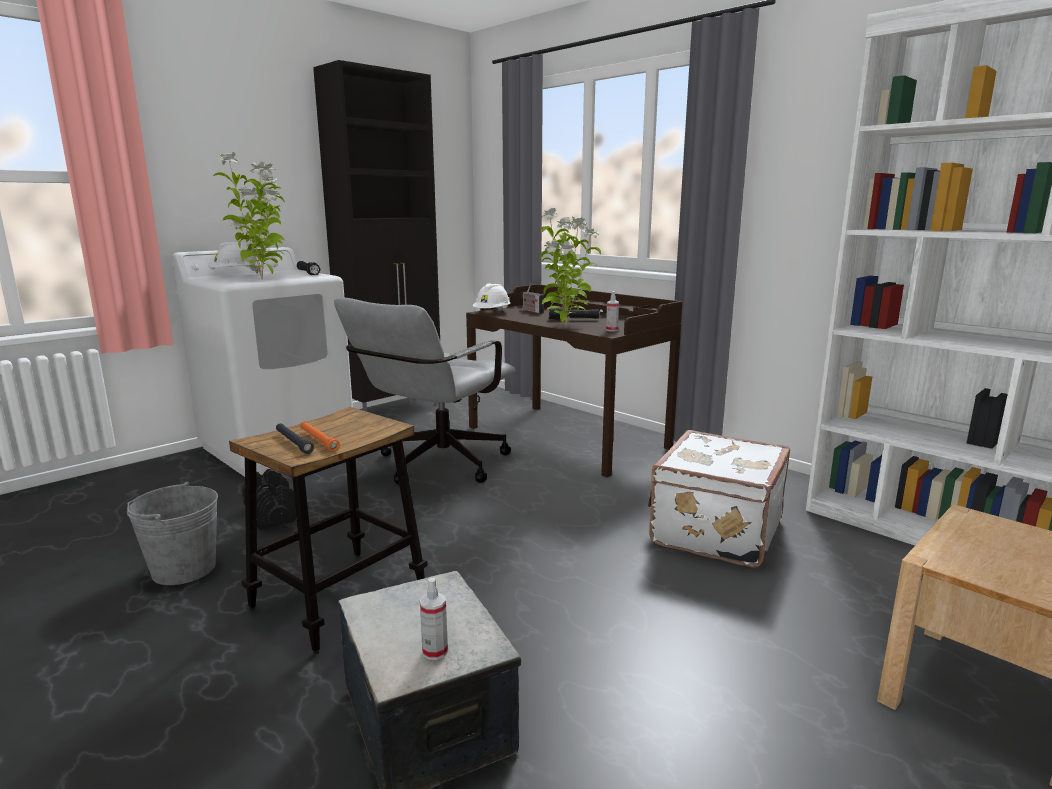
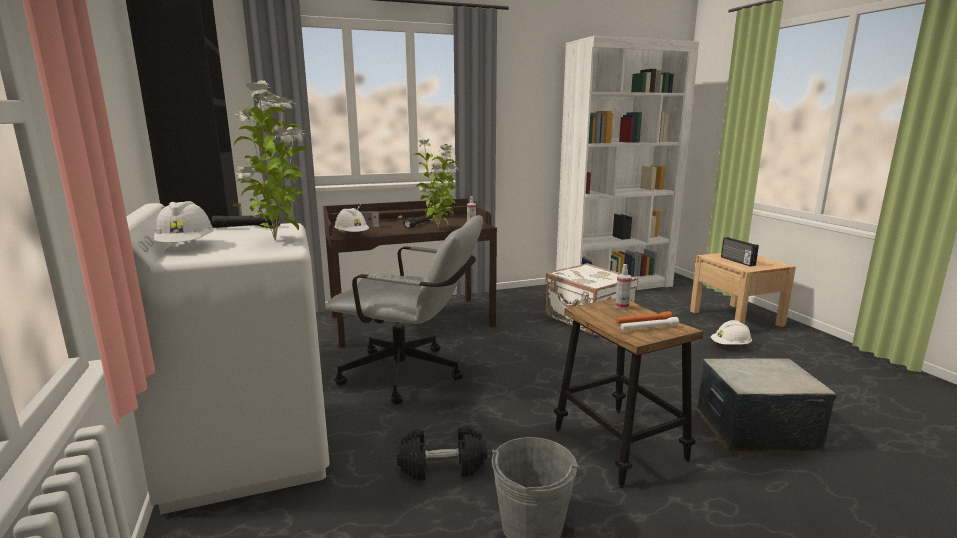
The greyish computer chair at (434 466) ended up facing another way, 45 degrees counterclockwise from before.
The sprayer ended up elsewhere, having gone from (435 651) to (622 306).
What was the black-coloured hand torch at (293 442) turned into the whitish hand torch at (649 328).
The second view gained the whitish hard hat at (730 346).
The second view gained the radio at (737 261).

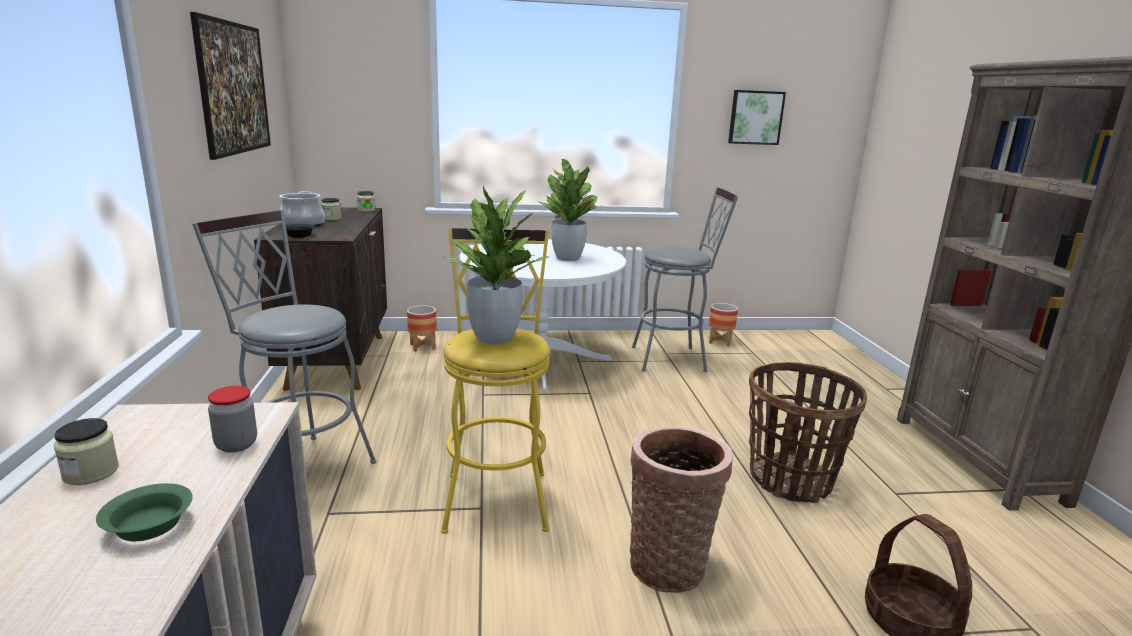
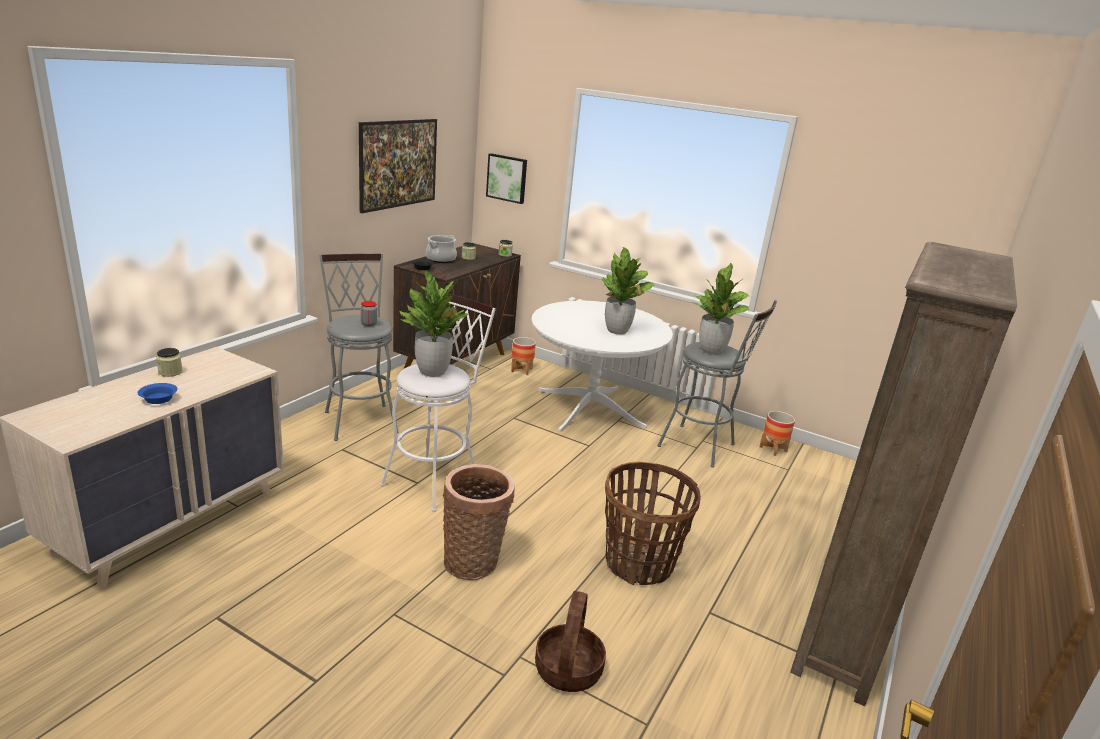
What was the green-coloured deep dish at (149 527) turned into the blue-coloured deep dish at (158 400).
The jar ended up elsewhere, having gone from (236 445) to (368 324).
What was the yellowish sitting stool at (497 494) turned into the whitish sitting stool at (436 479).
The picture ended up elsewhere, having gone from (755 117) to (507 178).
The second view gained the houseplant at (711 351).

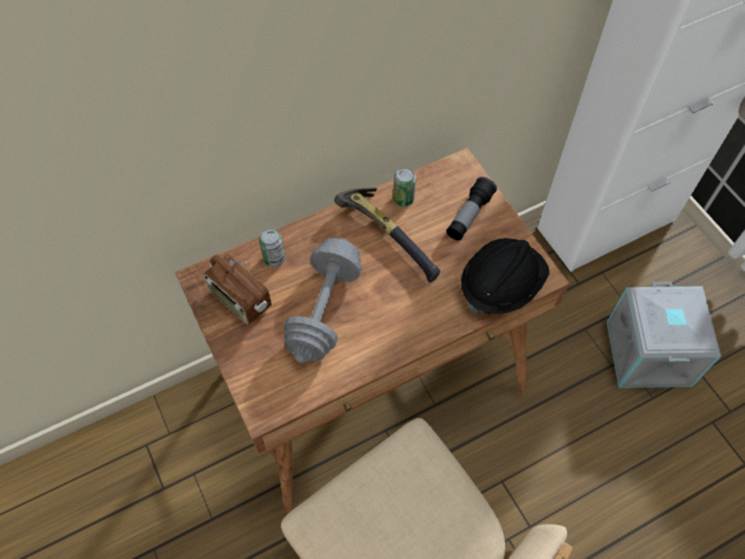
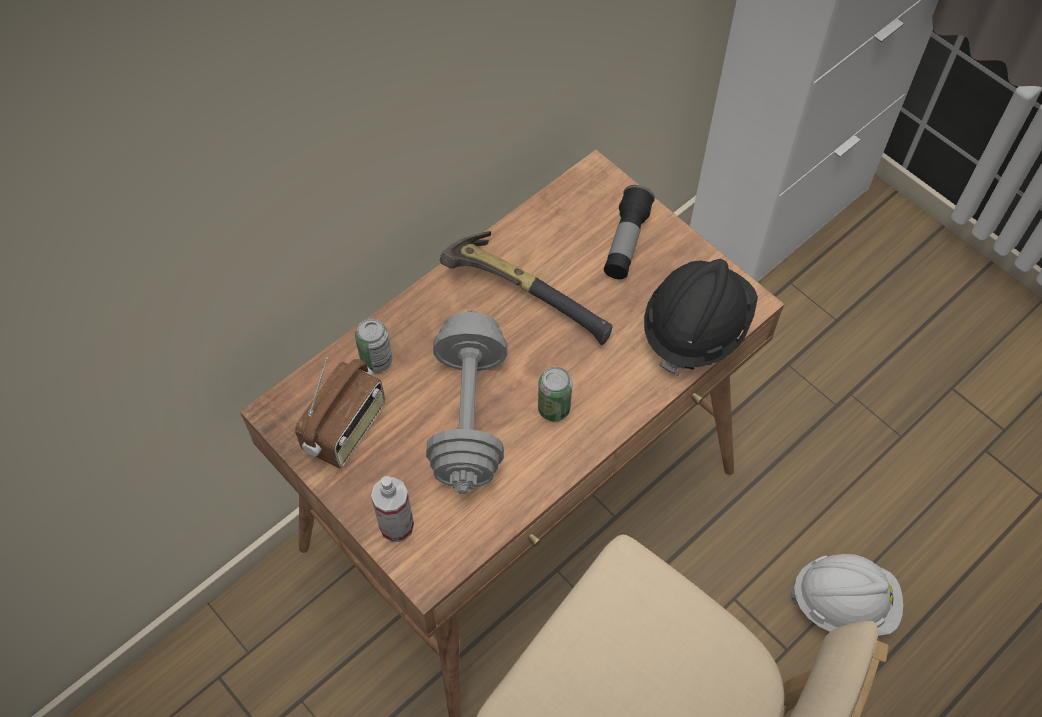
The radio at (240 300) ended up facing another way, 90 degrees counterclockwise from before.
The second view gained the sprayer at (396 526).
The can ended up elsewhere, having gone from (403 199) to (554 408).
The second view gained the whitish hard hat at (843 603).
The second view lost the greyish storage bin at (650 354).

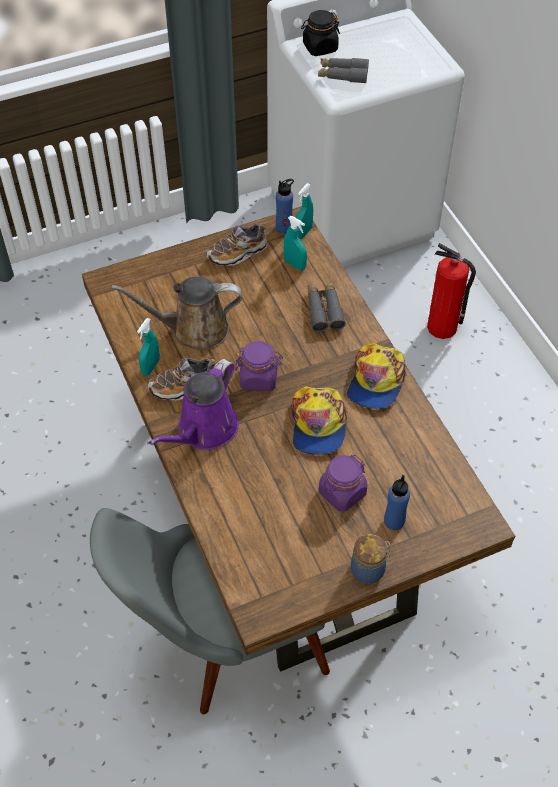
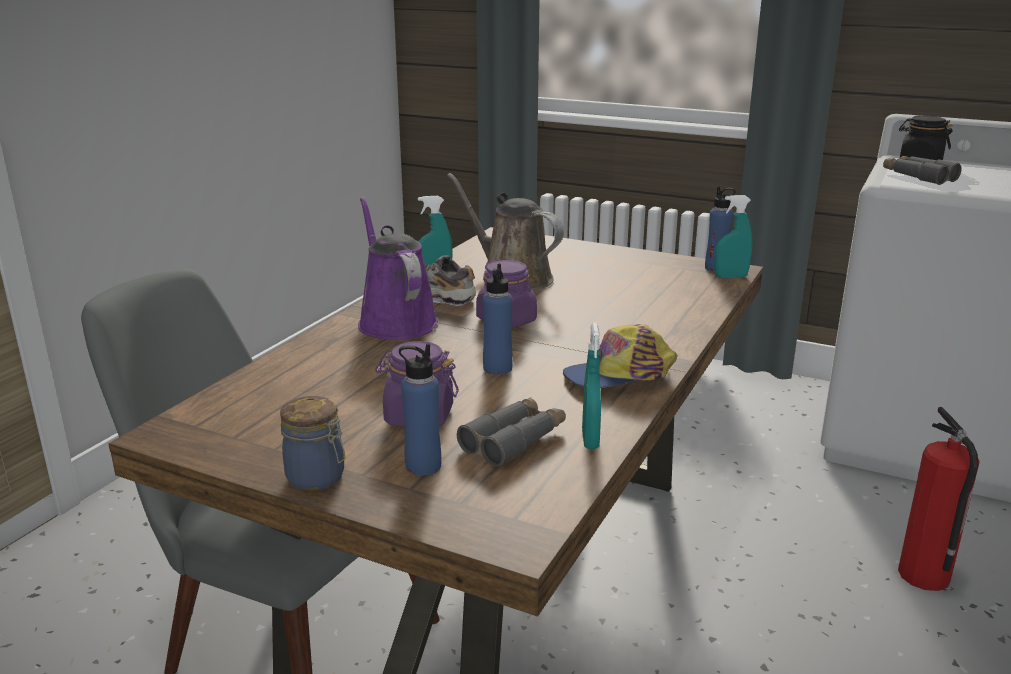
The purple sprinkling can at (204 430) ended up facing another way, 75 degrees clockwise from before.
The greyish binoculars ended up elsewhere, having gone from (324 310) to (514 440).
Where the peaked cap stood at (318 424), the blue-coloured beverage bottle came to stand at (497 368).
The turquoise-coloured sprayer ended up elsewhere, having gone from (295 264) to (590 439).
The second view lost the item of footwear at (237 253).

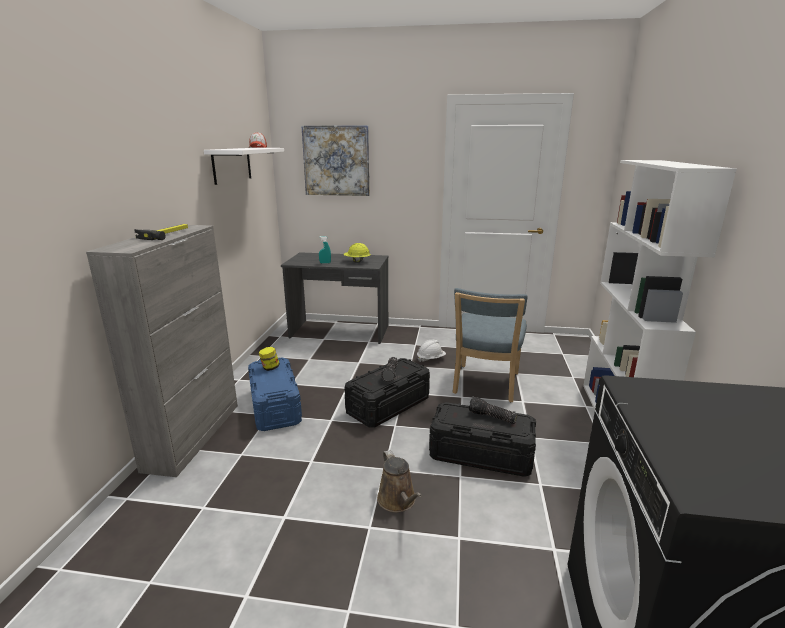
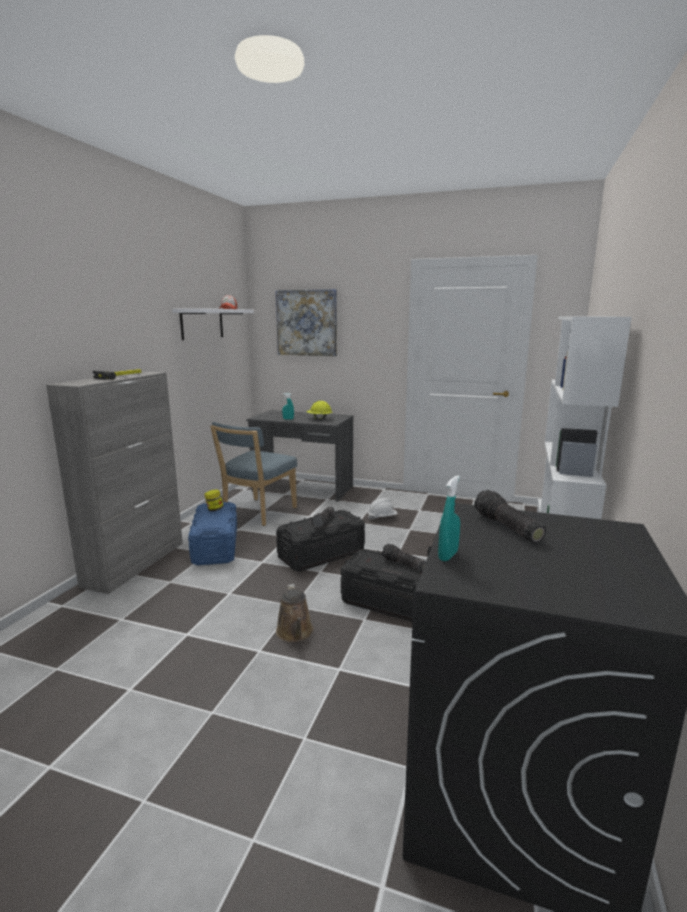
The blue-coloured plain chair ended up elsewhere, having gone from (485 385) to (257 513).
The second view gained the turquoise-coloured sprayer at (448 555).
The second view gained the hand torch at (506 527).

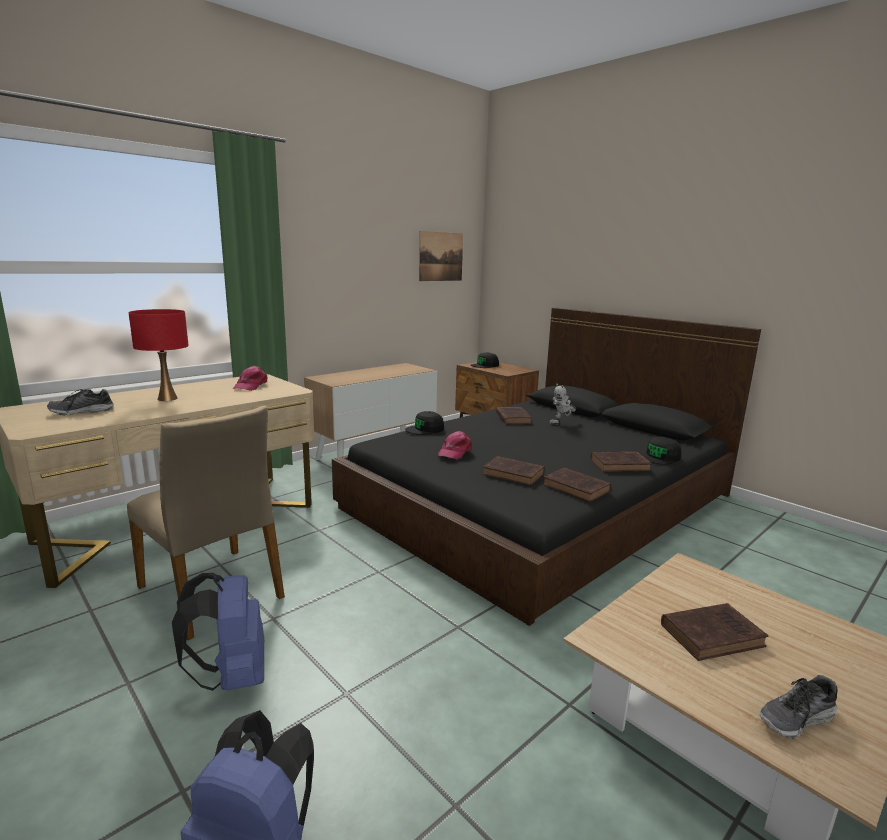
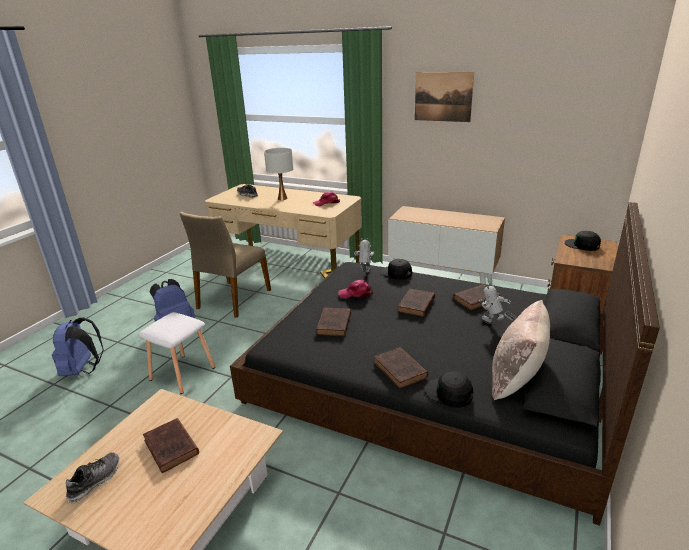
The item of footwear at (796 719) ended up facing another way, 75 degrees clockwise from before.
The second view gained the whitish sitting stool at (182 374).
What was the red tabletop lamp at (167 398) turned into the whitish tabletop lamp at (282 198).
The second view gained the robot figure at (365 274).
The brown-coloured book ended up elsewhere, having gone from (577 488) to (416 305).
The picture ended up elsewhere, having gone from (441 256) to (443 97).
The second view gained the sand-coloured throw pillow at (516 380).

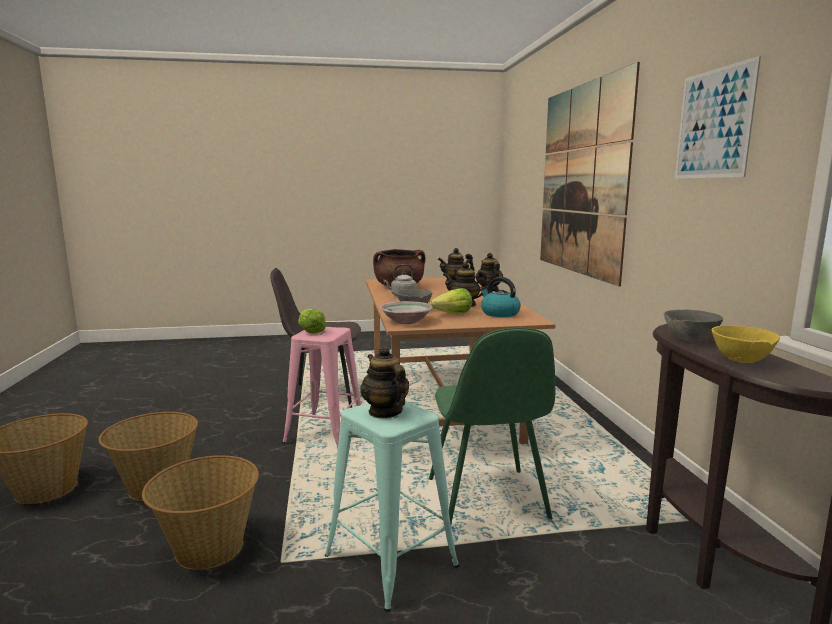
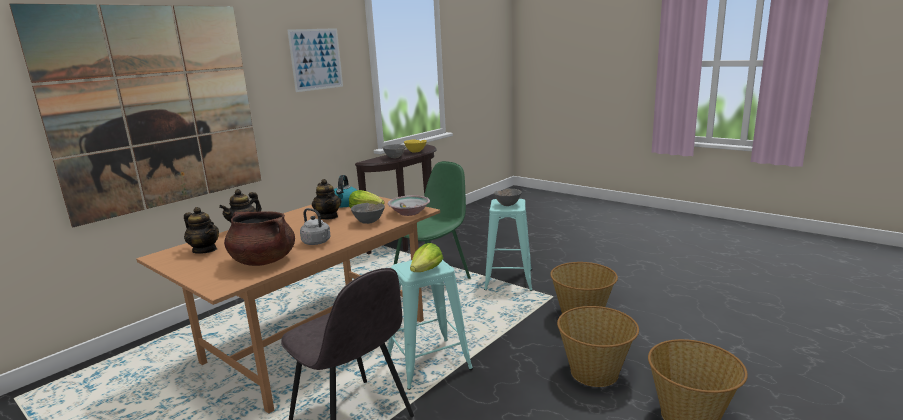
What was the pink-coloured sitting stool at (325 432) turned into the turquoise-coloured sitting stool at (428 364).
Where the pot for tea stood at (385 412), the greyish deep dish came to stand at (508 205).

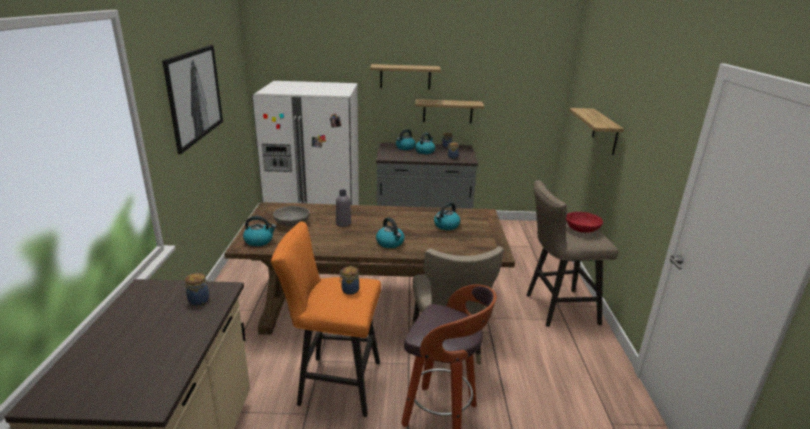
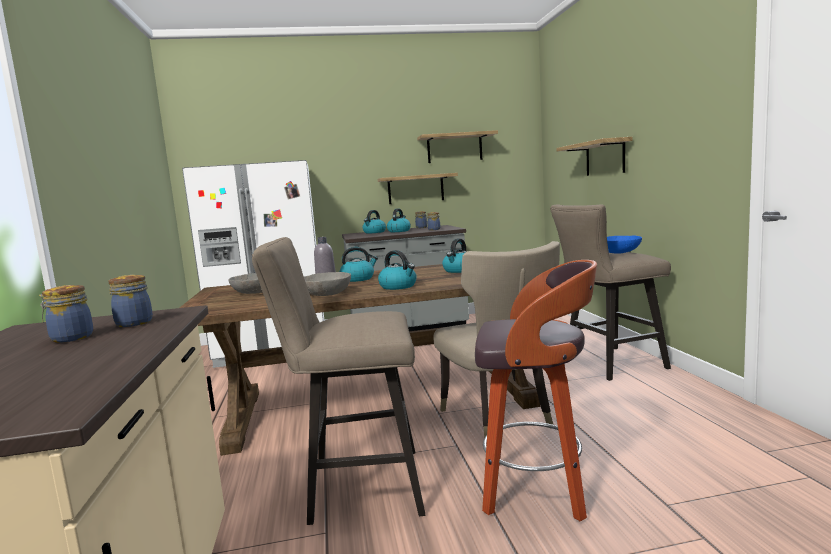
The jar ended up elsewhere, having gone from (349 290) to (70 338).
What was the orange sitting stool at (333 383) turned into the sand-coloured sitting stool at (356 487).
The second view gained the greyish deep dish at (327 294).
The water kettle ended up elsewhere, having gone from (259 241) to (358 279).
The bracket shelf ended up elsewhere, having gone from (405 77) to (454 148).
What was the red deep dish at (582 230) turned into the blue-coloured deep dish at (619 252).
The second view lost the picture at (194 95).

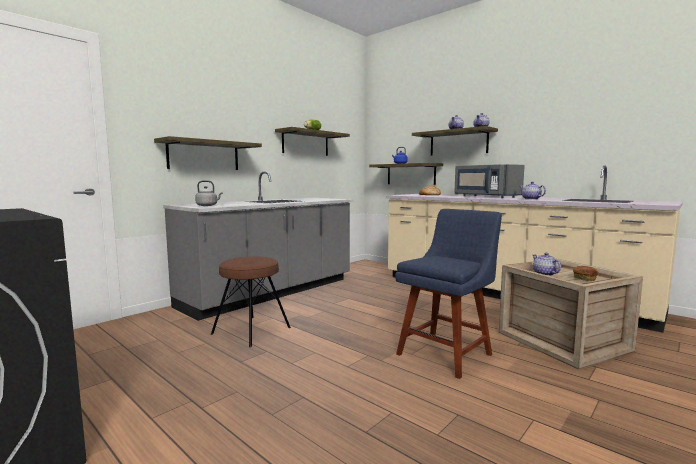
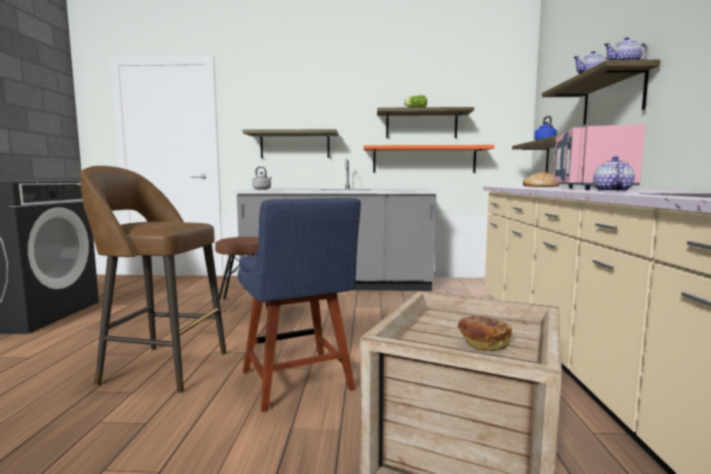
The second view gained the brown-coloured sitting stool at (162 367).
The blue-coloured plain chair at (446 353) ended up facing another way, 60 degrees clockwise from before.
The second view gained the orange bracket shelf at (424 160).
What was the greyish kitchen microwave at (485 196) turned into the pink-coloured kitchen microwave at (589 189).
The second view lost the pot for tea at (544 274).

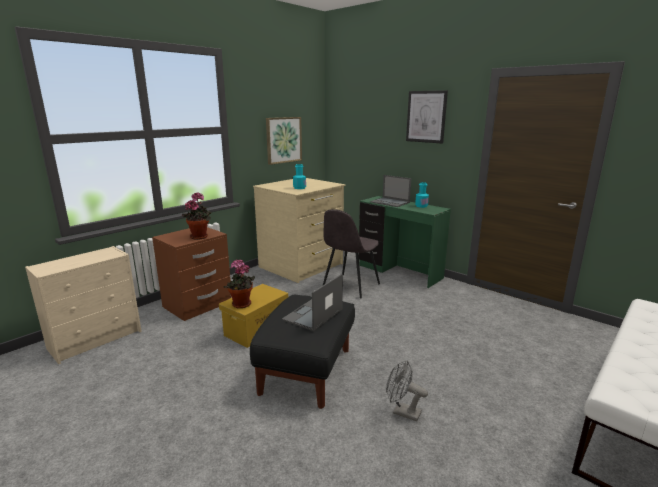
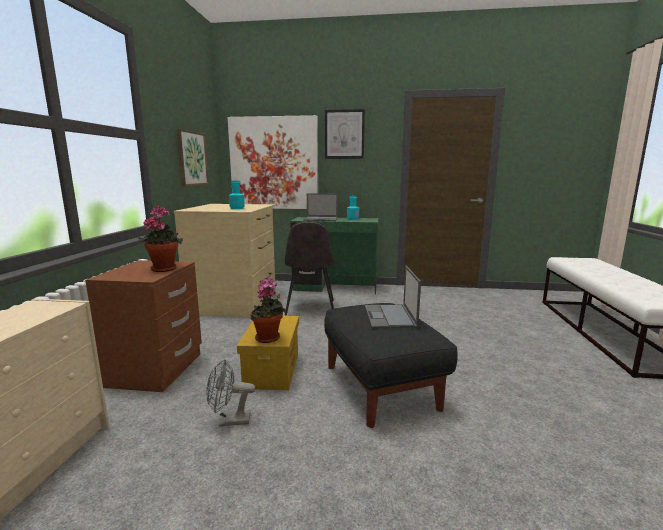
The greyish fan ended up elsewhere, having gone from (402 412) to (229 421).
The second view gained the picture at (274 163).

